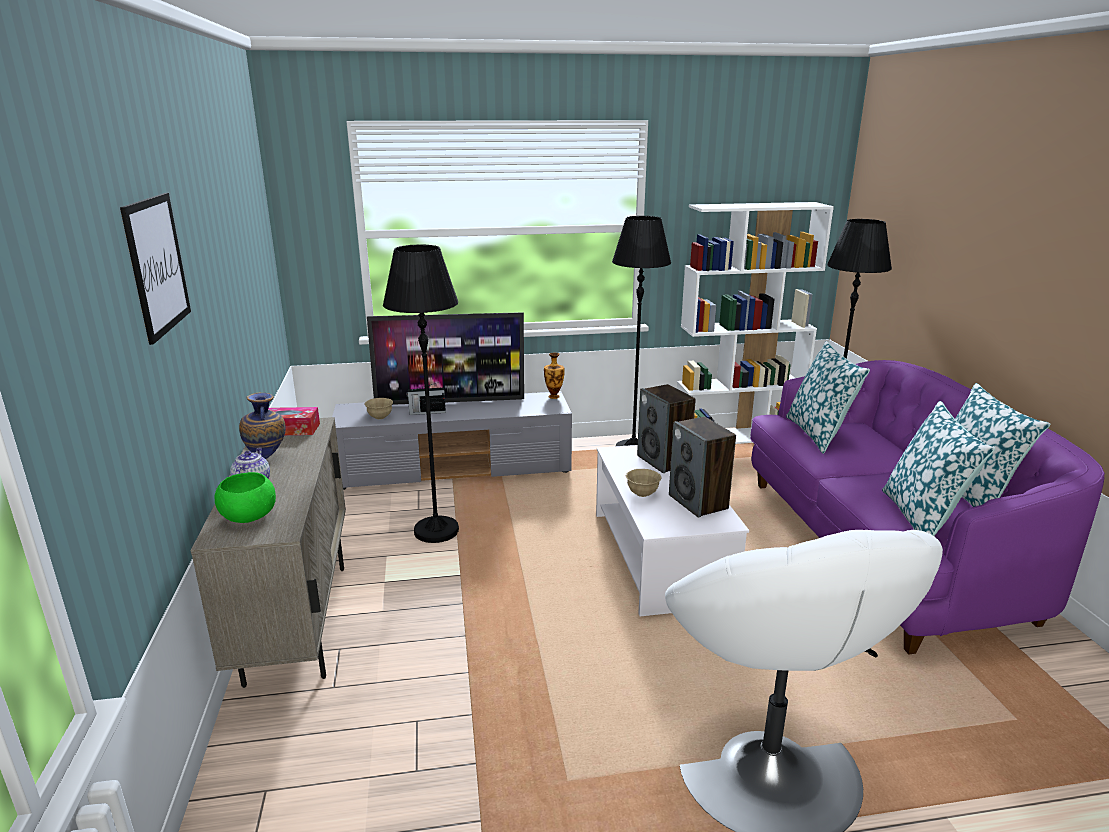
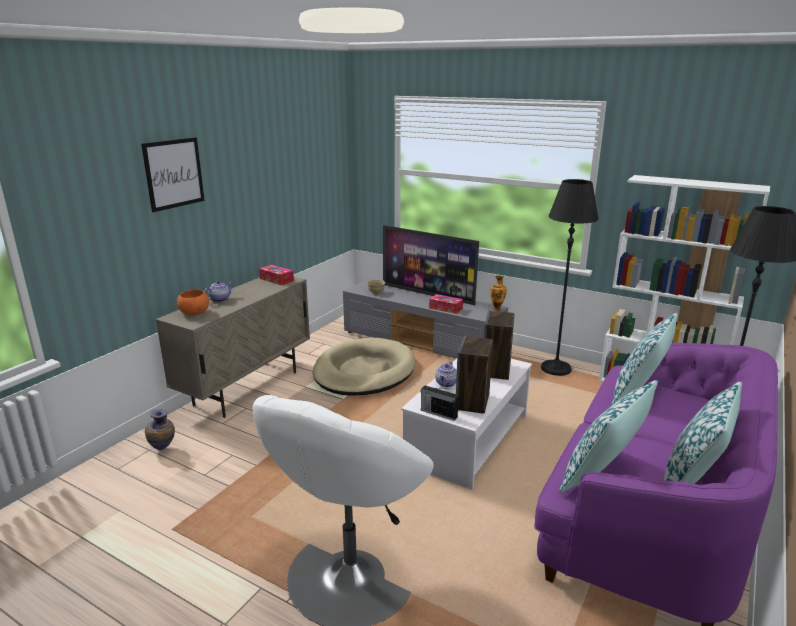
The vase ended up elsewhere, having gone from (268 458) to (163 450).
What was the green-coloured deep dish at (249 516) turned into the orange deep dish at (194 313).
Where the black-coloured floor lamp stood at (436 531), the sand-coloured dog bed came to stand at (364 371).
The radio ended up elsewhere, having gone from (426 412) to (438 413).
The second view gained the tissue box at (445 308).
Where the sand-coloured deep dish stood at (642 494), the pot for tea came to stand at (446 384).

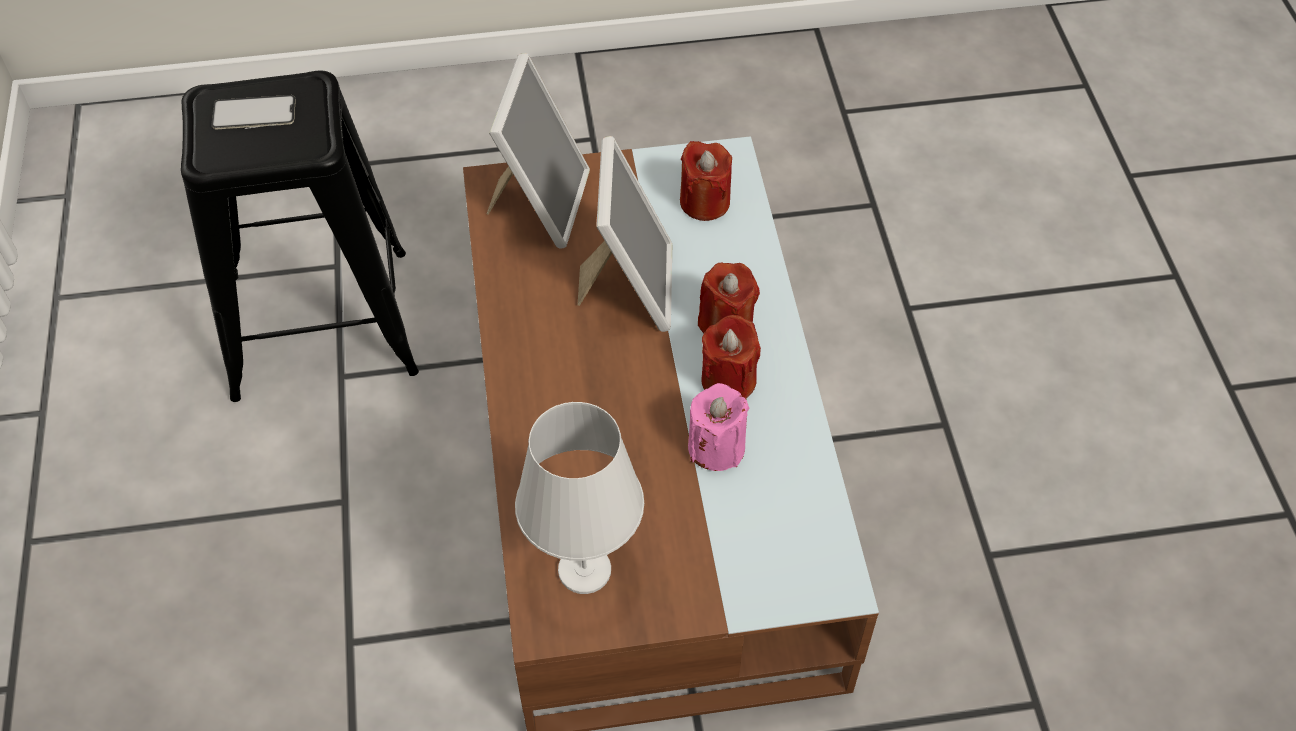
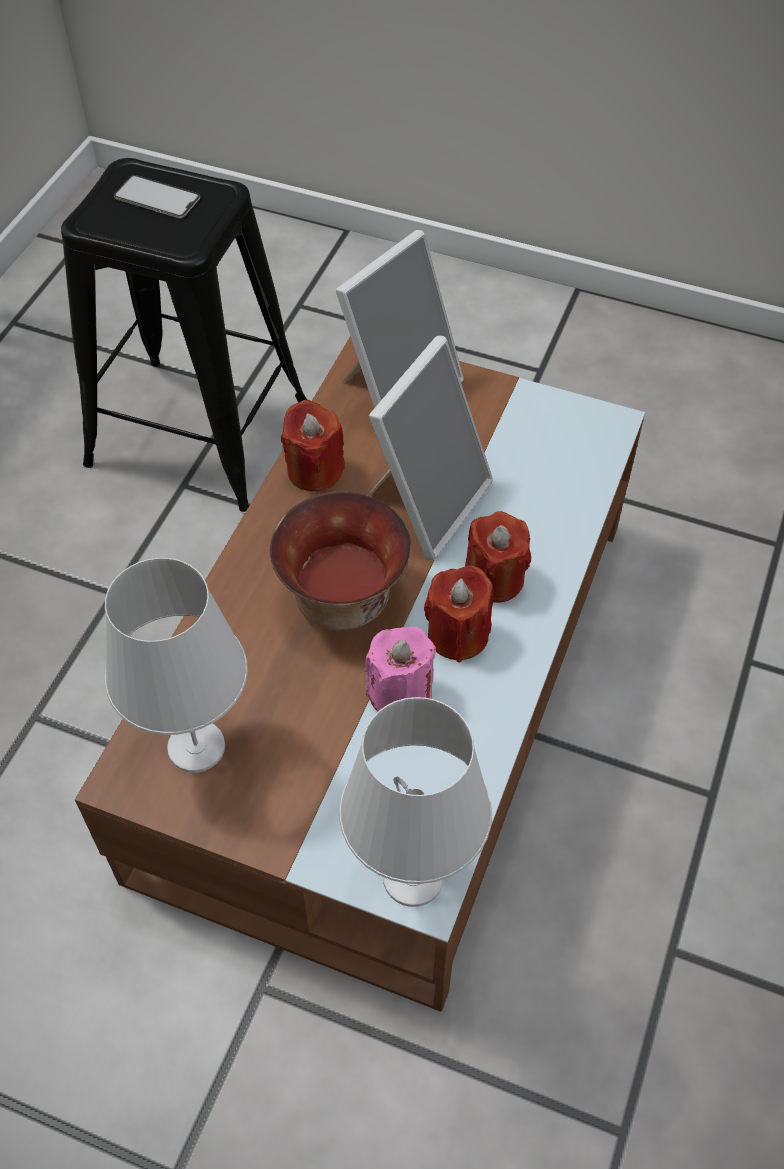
The second view gained the deep dish at (342 597).
The red candle ended up elsewhere, having gone from (704 202) to (314 470).
The second view gained the whitish tabletop lamp at (413 878).

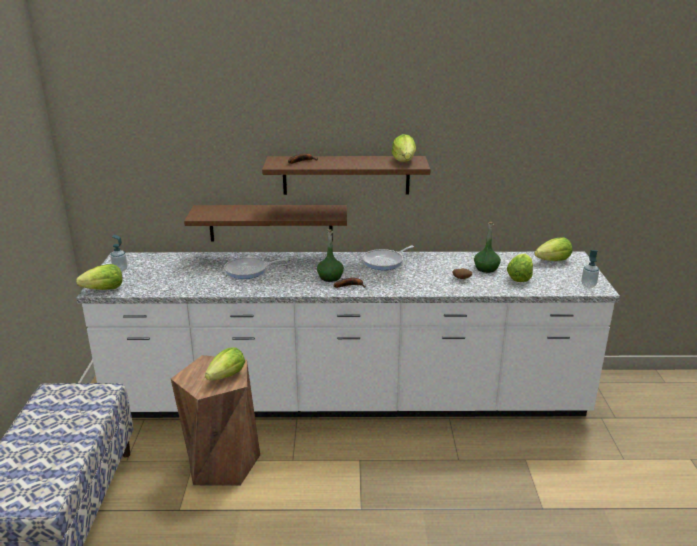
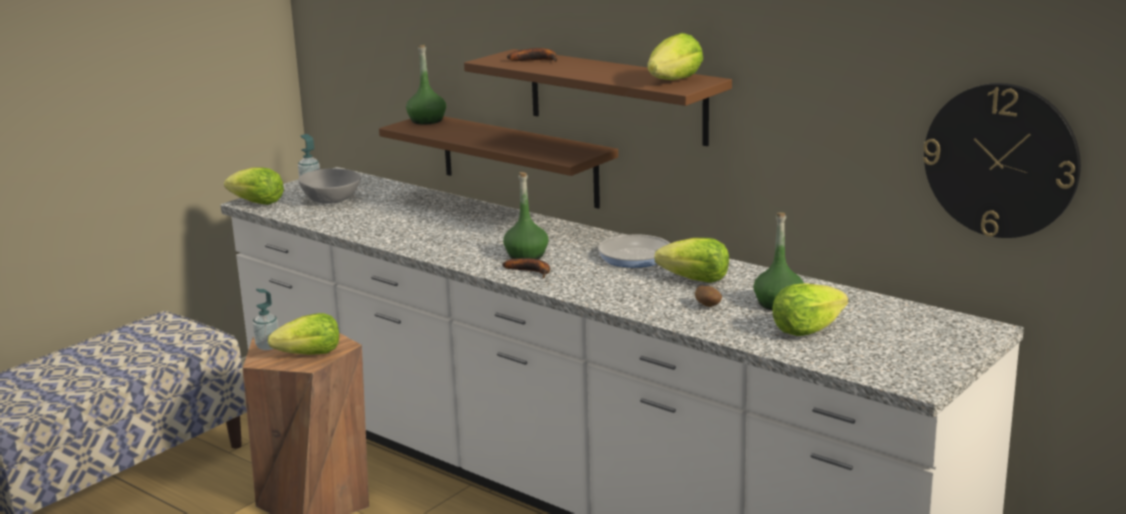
The soap dispenser ended up elsewhere, having gone from (588 285) to (268 346).
The second view gained the greyish deep dish at (332 200).
The second view gained the green-coloured beverage bottle at (426 121).
The lettuce ended up elsewhere, having gone from (553 261) to (695 280).
The second view gained the hanging clock at (1001 160).
The second view lost the frying pan at (249 270).

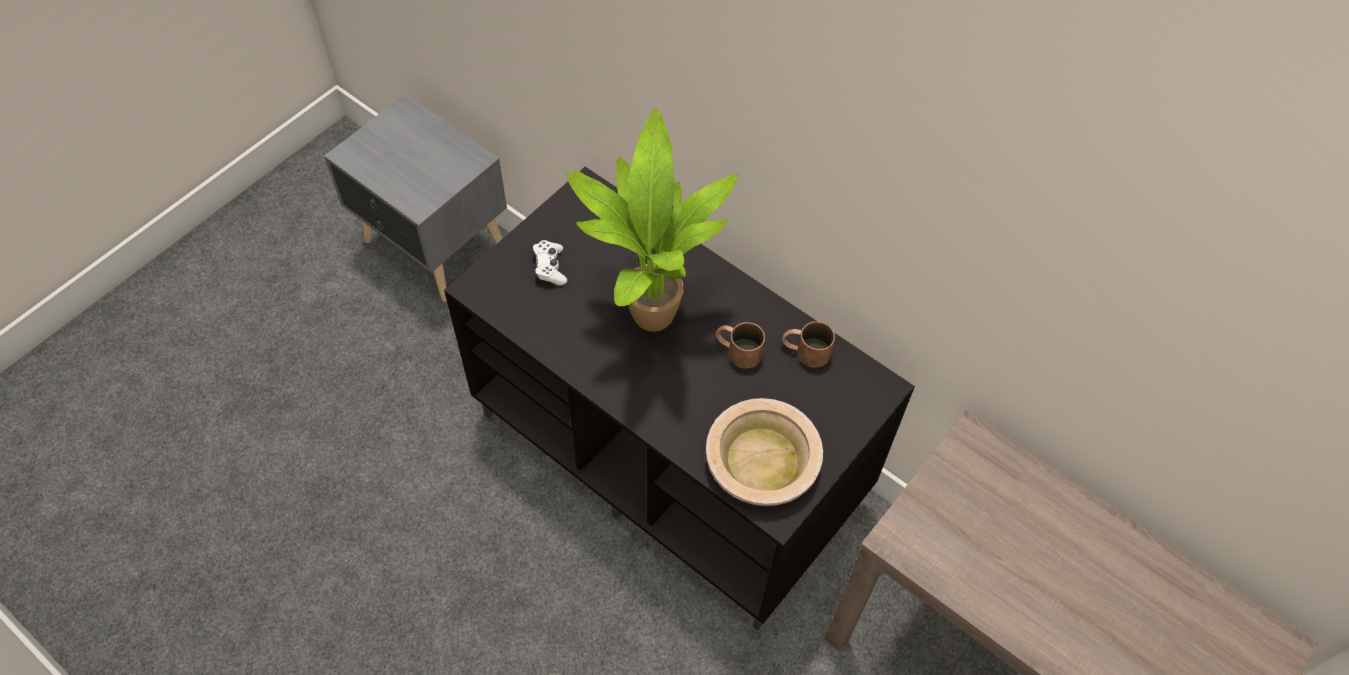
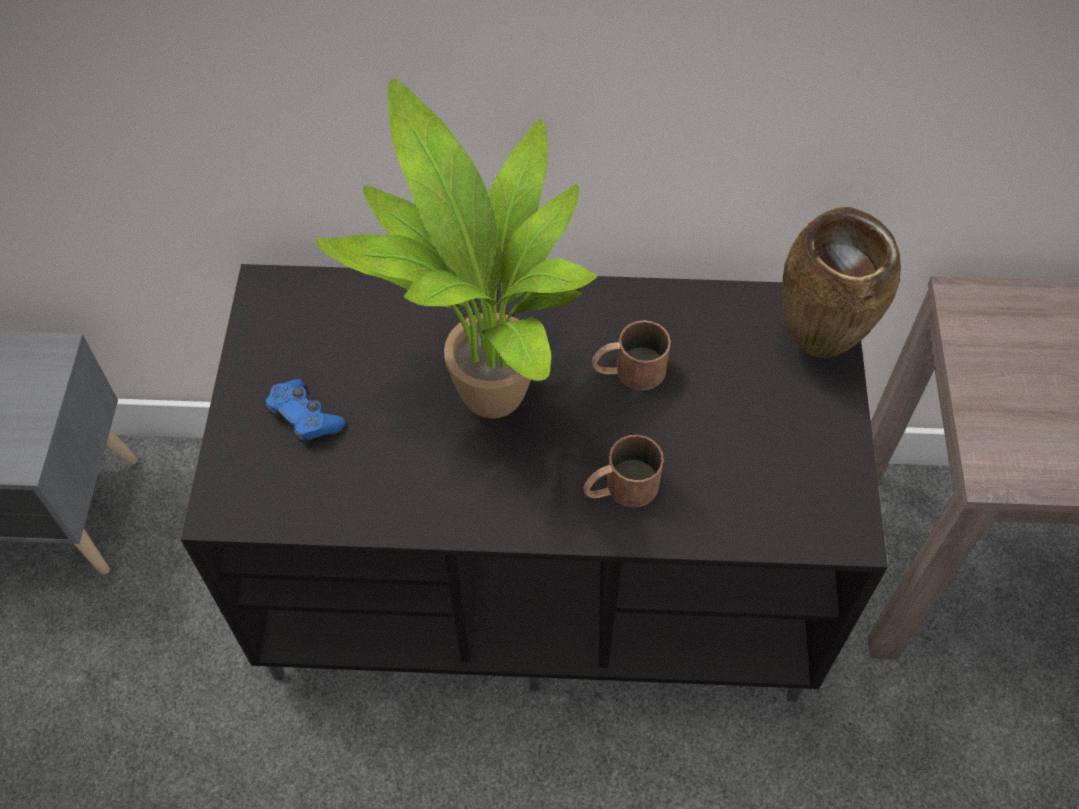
What was the whitish gamepad at (550 267) turned into the blue-coloured gamepad at (304 418).
The brown-coloured tea mug ended up elsewhere, having gone from (805 351) to (620 488).
The second view gained the brown-coloured vase at (818 347).
The second view lost the sand-coloured deep dish at (762 461).

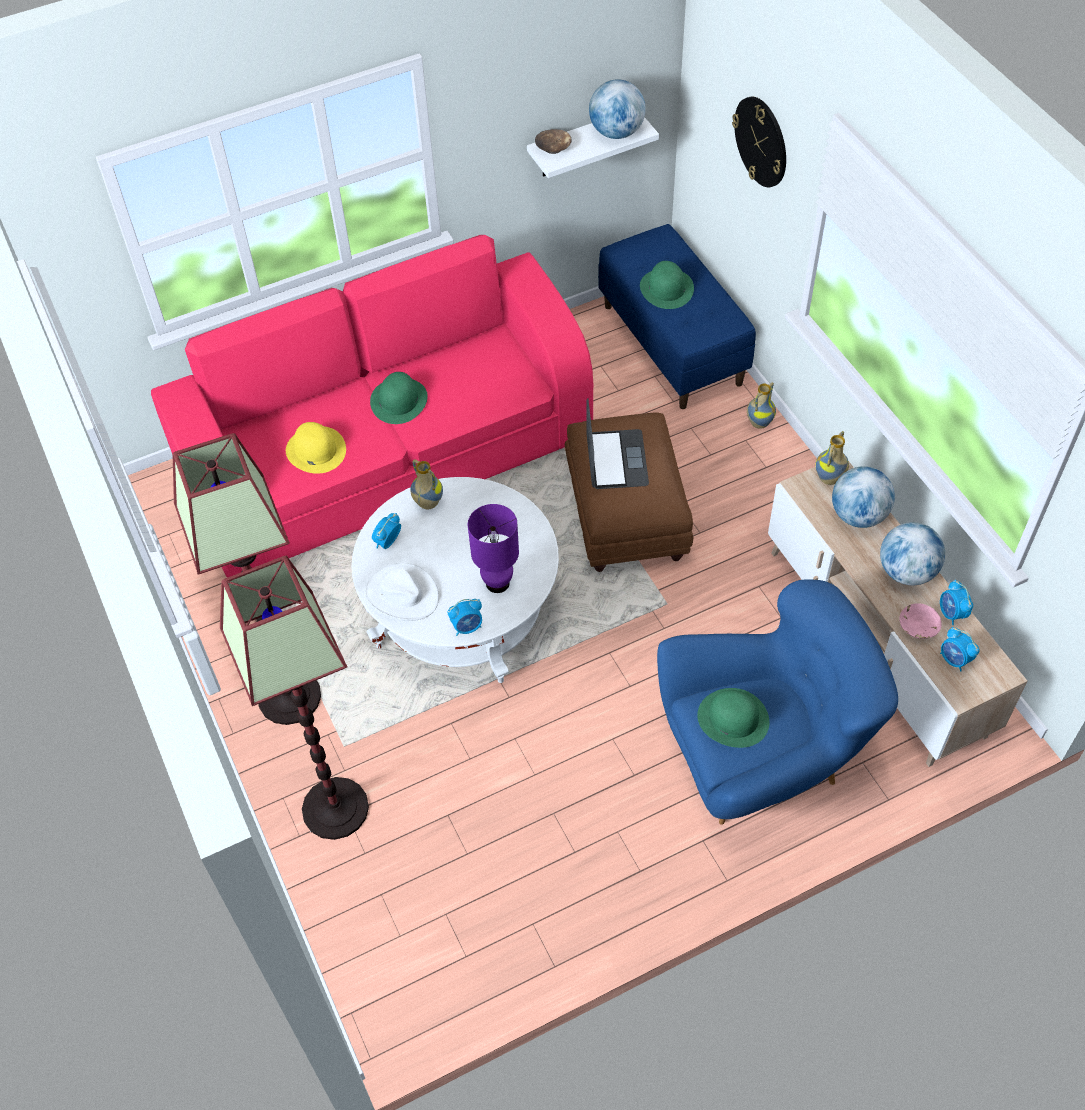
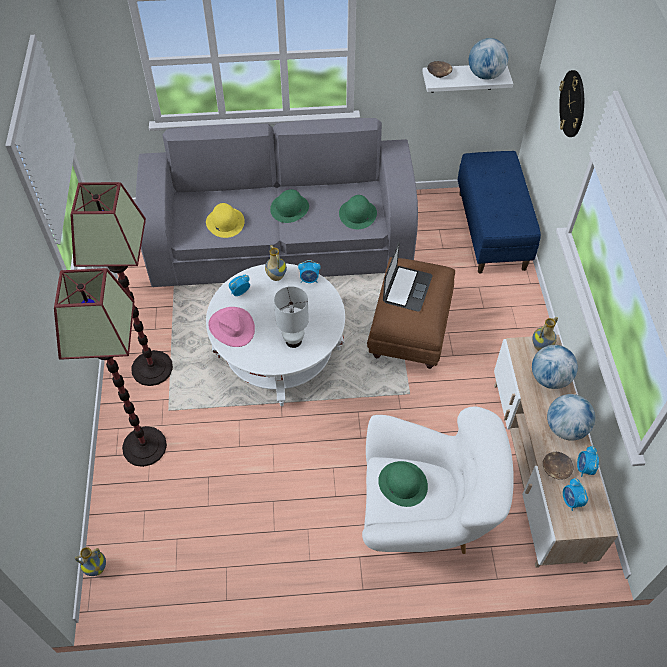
The vase ended up elsewhere, having gone from (758 422) to (96 568).
What was the pink-coloured sofa at (390 460) turned into the greyish sofa at (281 246).
What was the whitish hat at (401 594) turned into the pink-coloured hat at (231 327).
What was the purple tabletop lamp at (497 583) turned into the whitish tabletop lamp at (293 341).
The bedside clock ended up elsewhere, having gone from (467 627) to (309 280).
The green-coloured hat ended up elsewhere, having gone from (666 288) to (358 214).
What was the blue-coloured easy chair at (761 758) turned into the whitish easy chair at (423 517).
What was the pink-coloured deep dish at (918 626) turned into the brown-coloured deep dish at (556 468).

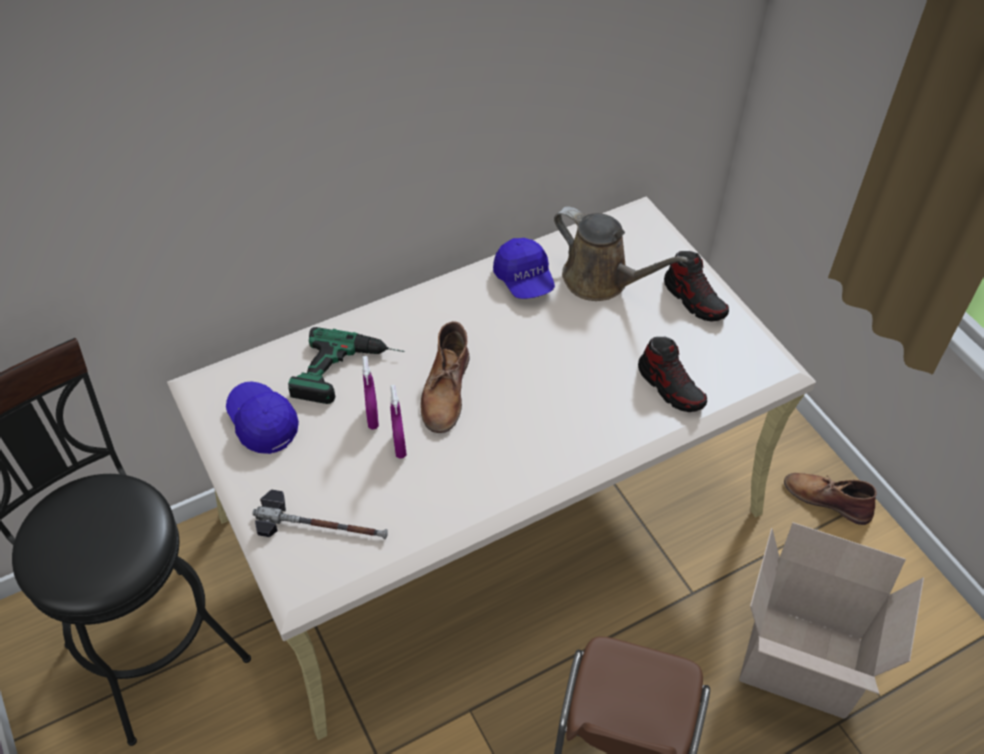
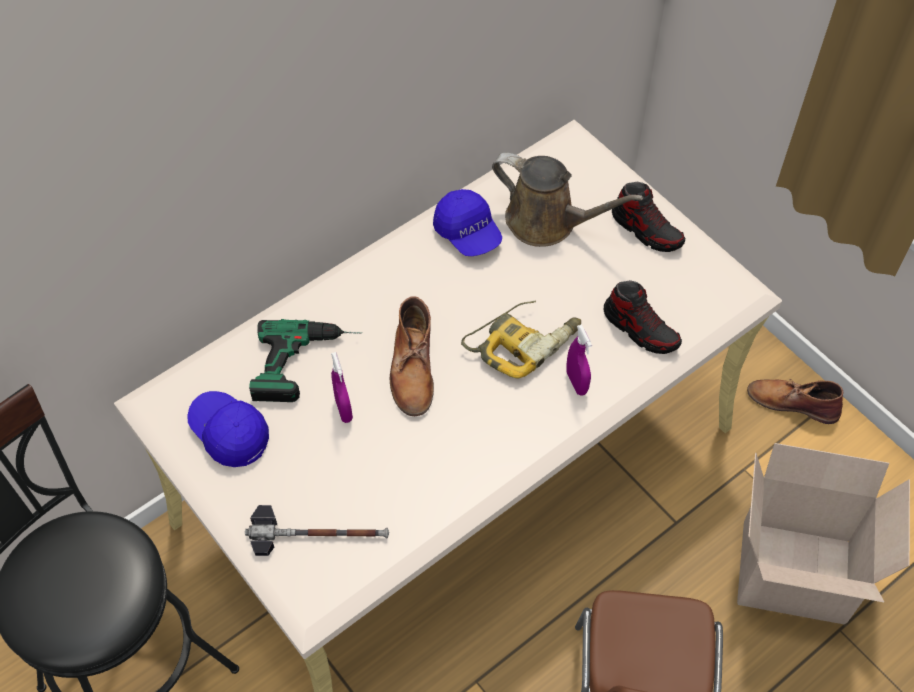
The second view gained the drill at (523 341).
The purple sprayer ended up elsewhere, having gone from (399 446) to (576 382).

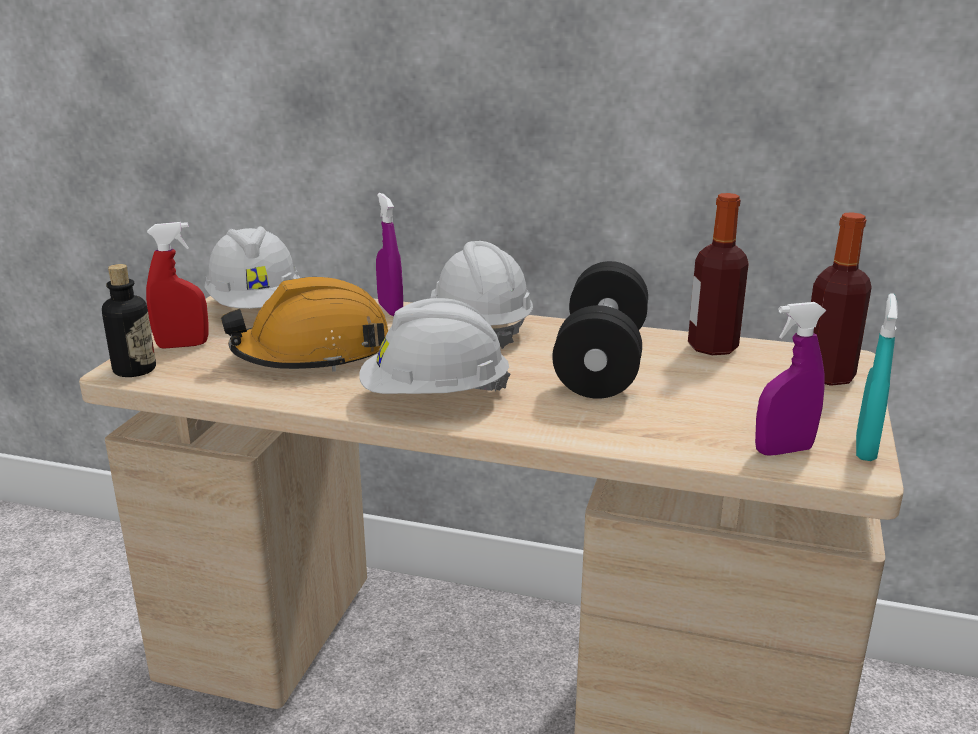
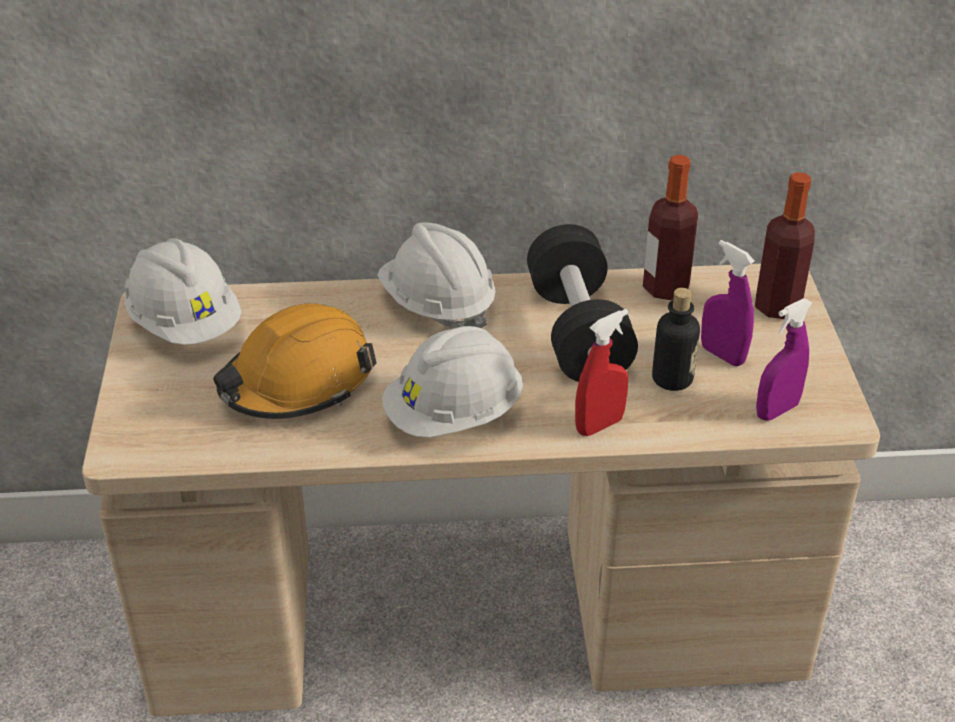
The red sprayer ended up elsewhere, having gone from (182 345) to (599 425).
The beverage bottle ended up elsewhere, having gone from (134 370) to (672 379).
The purple sprayer ended up elsewhere, having gone from (390 309) to (722 355).
The second view lost the turquoise-coloured sprayer at (865 448).

